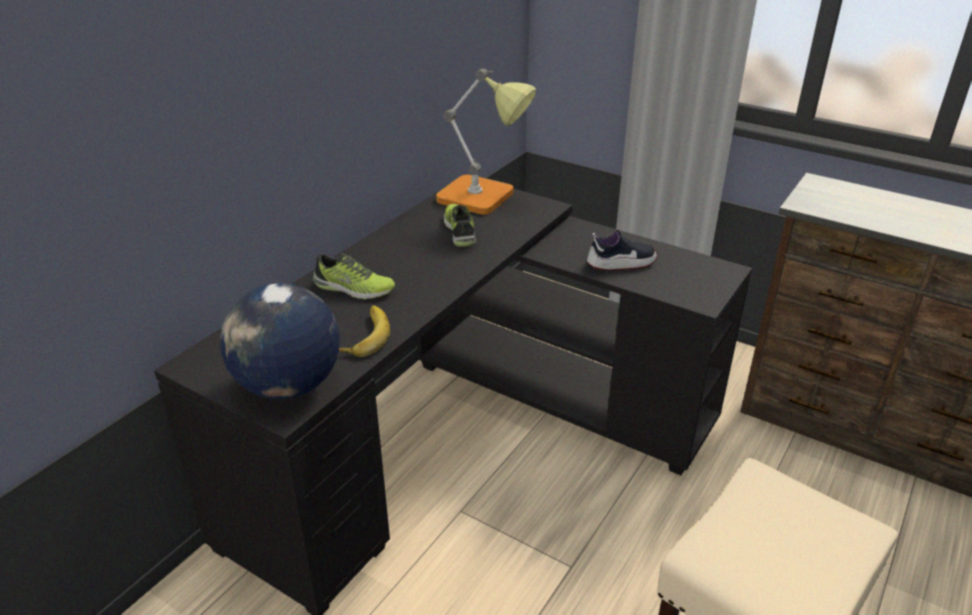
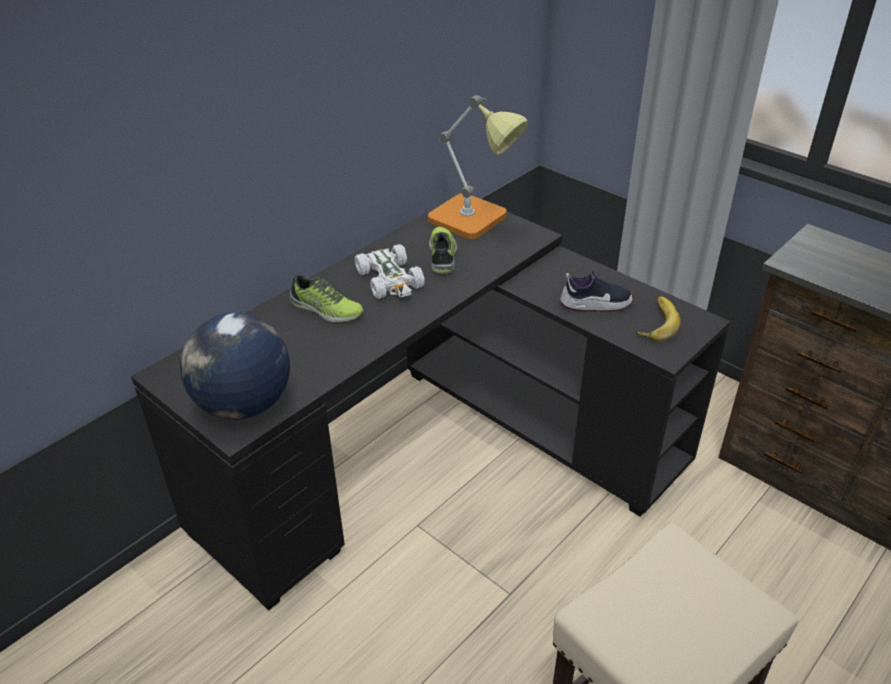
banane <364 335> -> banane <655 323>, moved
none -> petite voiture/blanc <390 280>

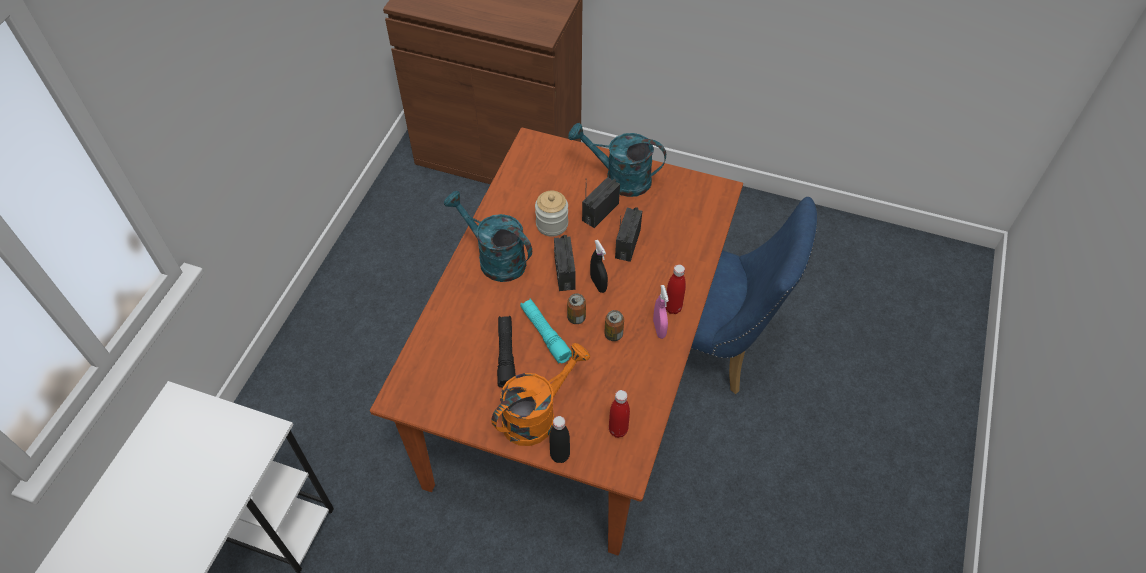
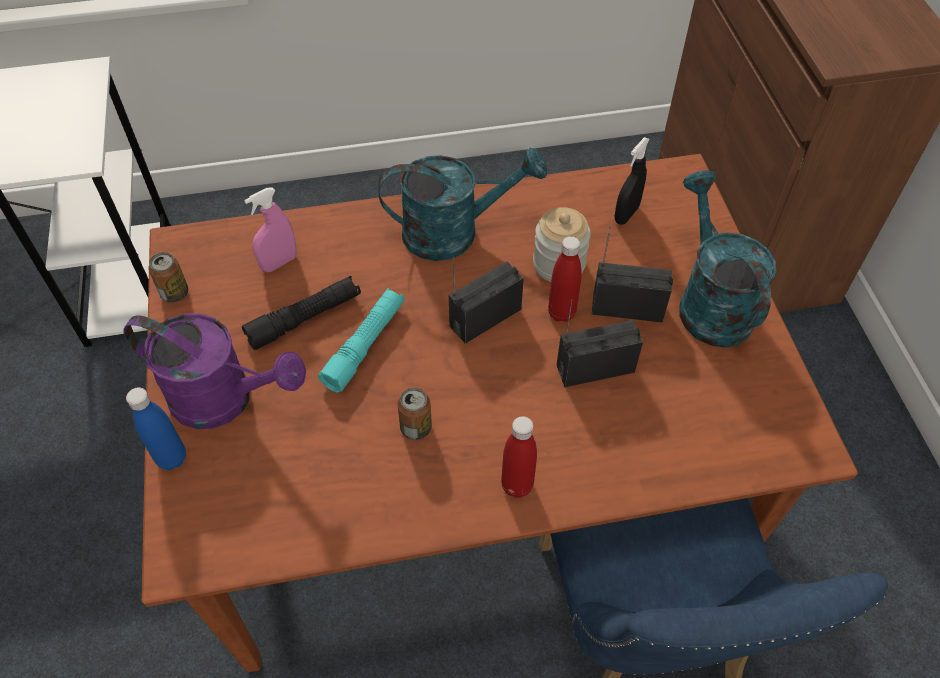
arrosoir/turquoise <494 258> -> arrosoir/turquoise <454 232>, 75 degrees clockwise
arrosoir/orange <536 415> -> arrosoir/violet <225 399>
bouteille/noir <560 455> -> bouteille/bleu <172 458>
boîte métallique <576 317> -> boîte métallique <175 293>, moved
vaporisateur/noir <598 284> -> vaporisateur/noir <626 214>, moved
bouteille/rouge <618 430> -> bouteille/rouge <561 313>, moved
vaporisateur/rose <659 329> -> vaporisateur/rose <279 263>, moved

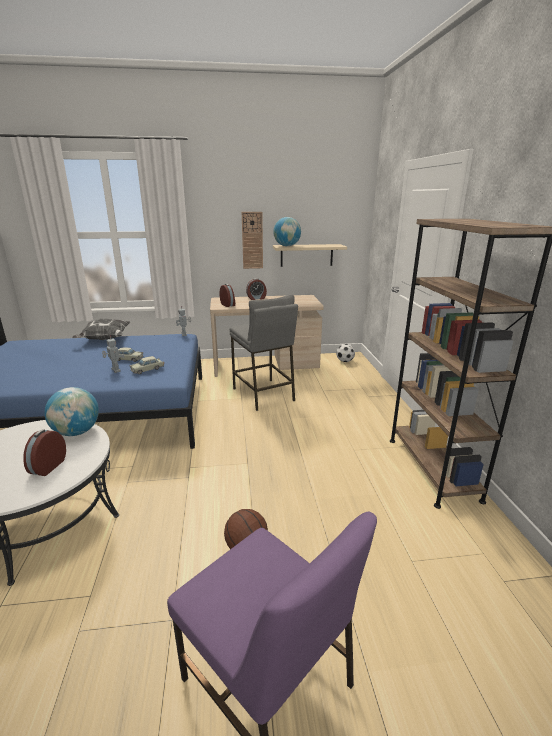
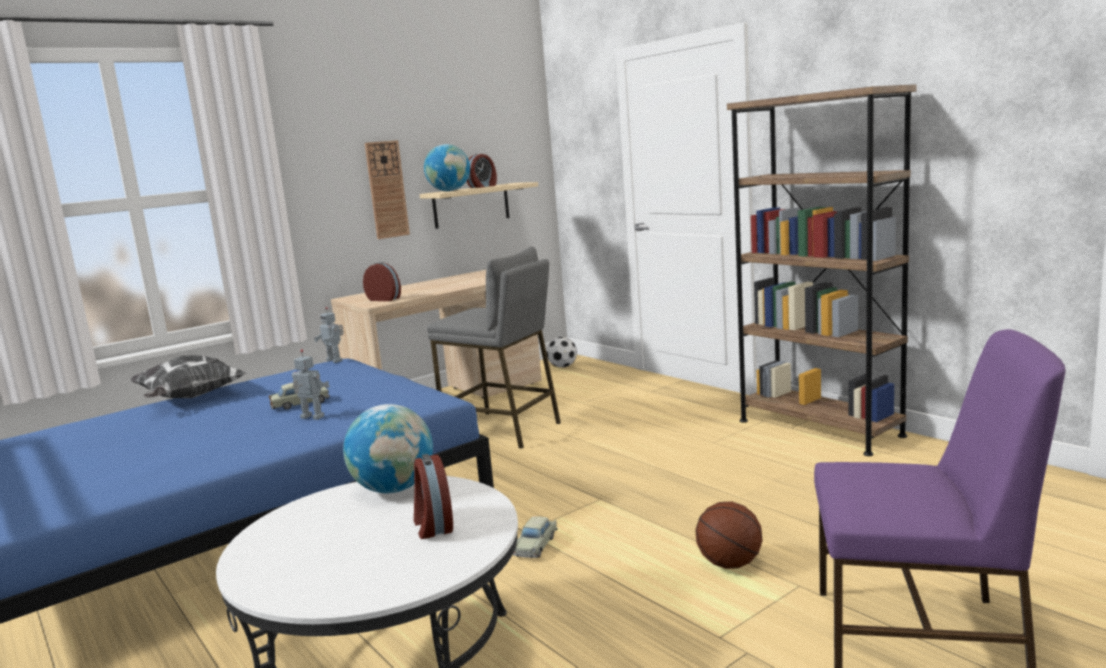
petite voiture/beige <147 369> -> petite voiture/beige <536 545>, moved
réveil <256 298> -> réveil <483 186>, moved

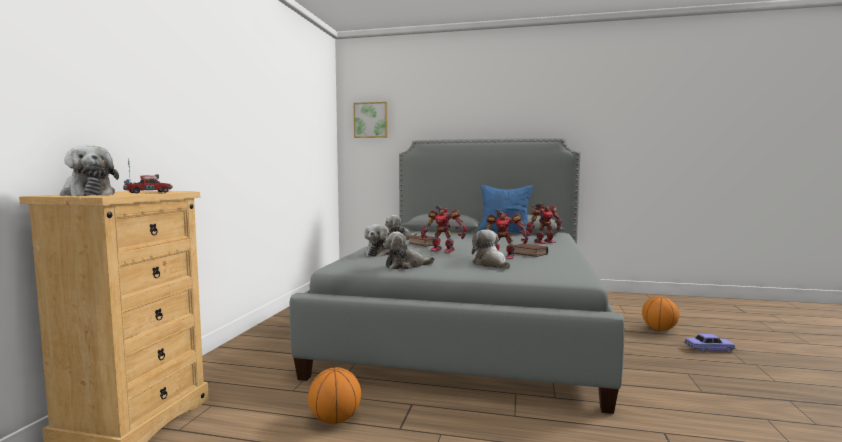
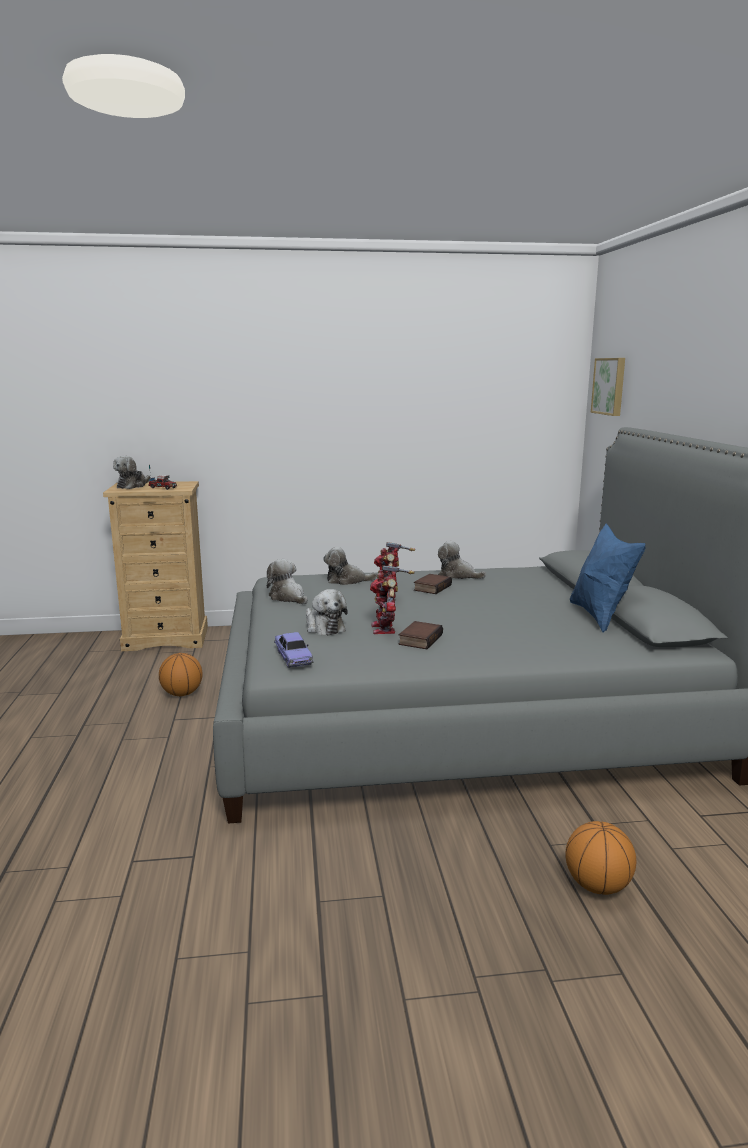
peluche <490 264> -> peluche <323 627>, 105 degrees clockwise
robot jouet <543 242> -> none
petite voiture <709 349> -> petite voiture <293 657>, moved

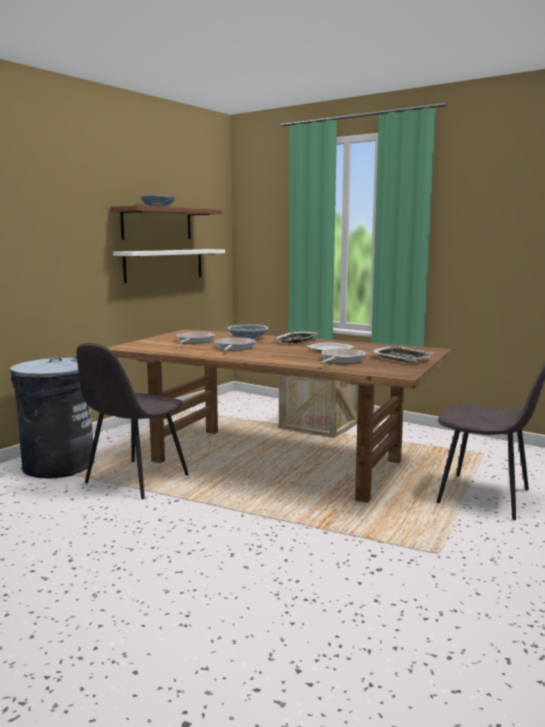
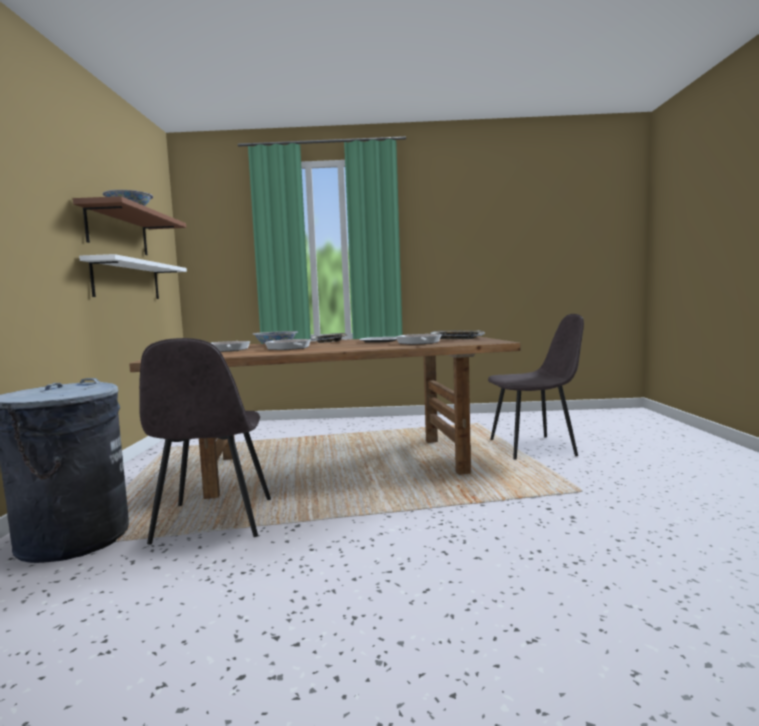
caisse <319 425> -> none

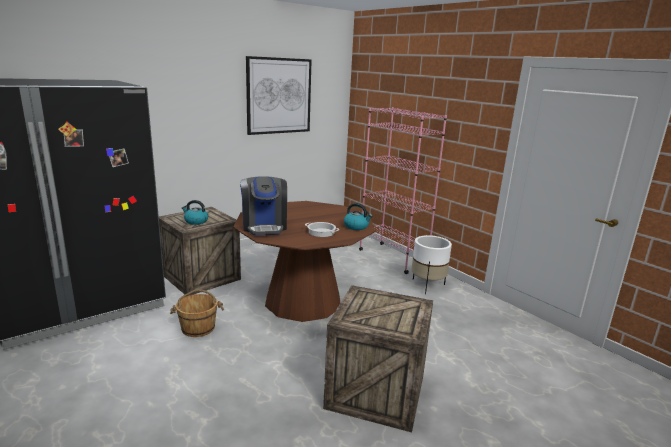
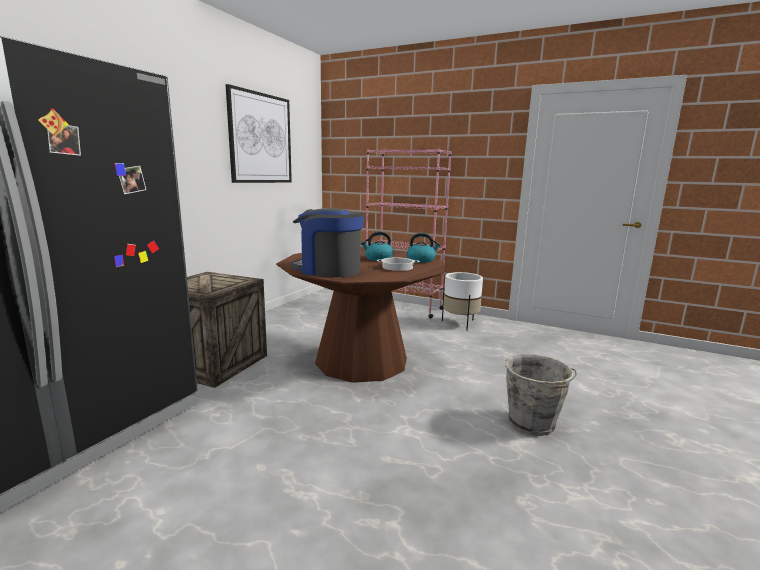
seau/marron <198 327> -> none
bouilloire <195 221> -> bouilloire <378 258>, moved
machine à café <264 226> -> machine à café <328 270>, 150 degrees clockwise
caisse <377 391> -> seau/gris <532 424>

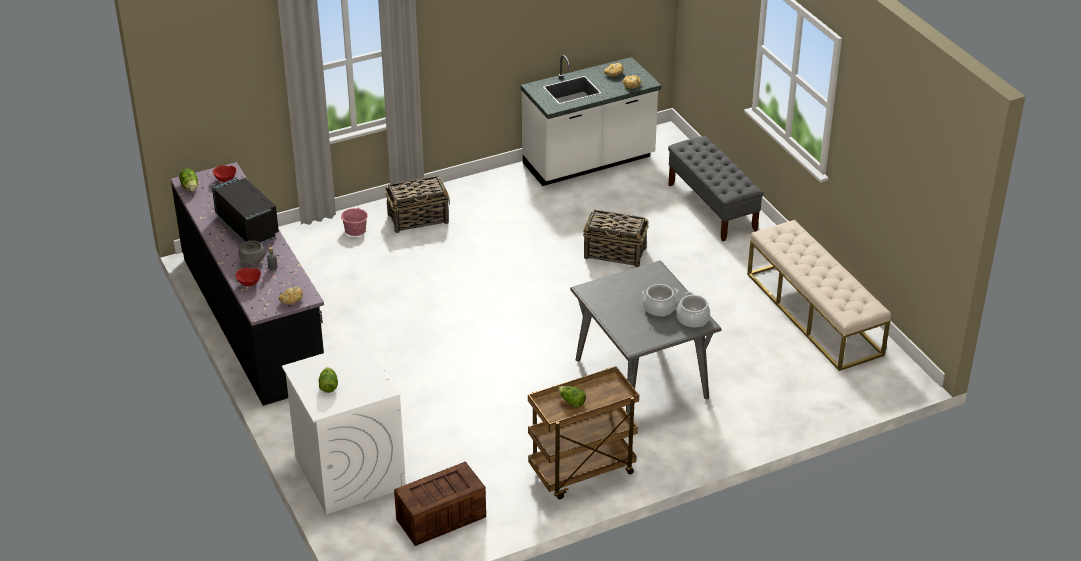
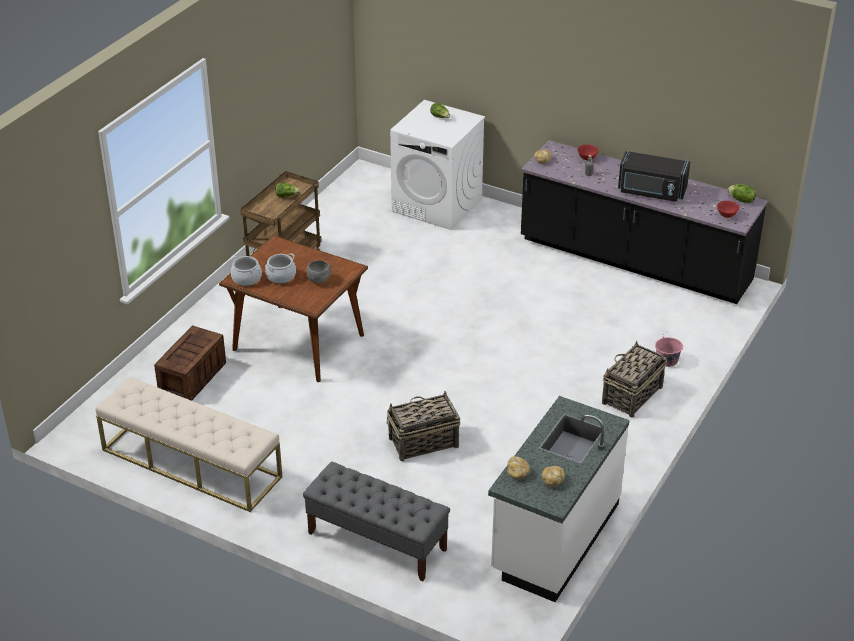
bol/gris <252 261> -> bol/gris <319 280>, moved
caisse <440 518> -> caisse <193 377>, moved
table à manger/gris <641 379> -> table à manger/marron <298 342>

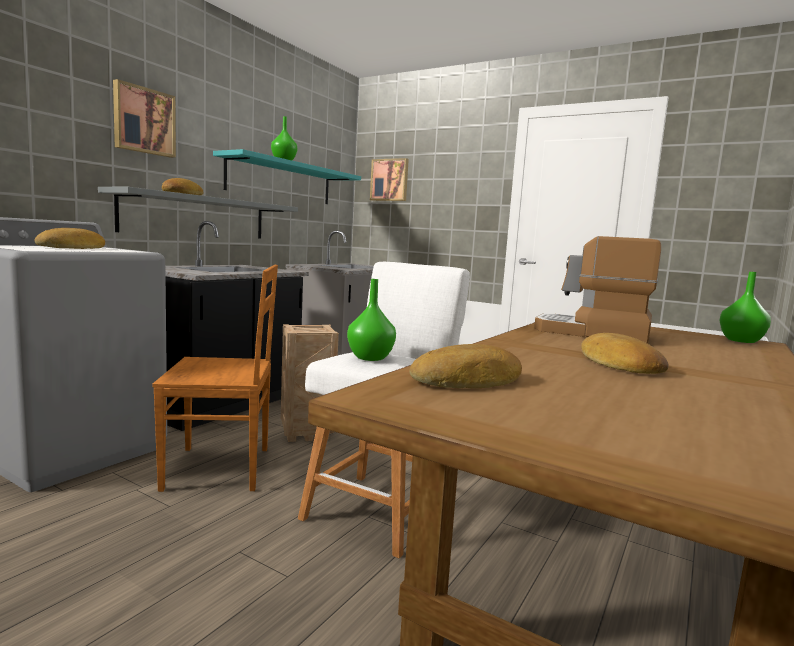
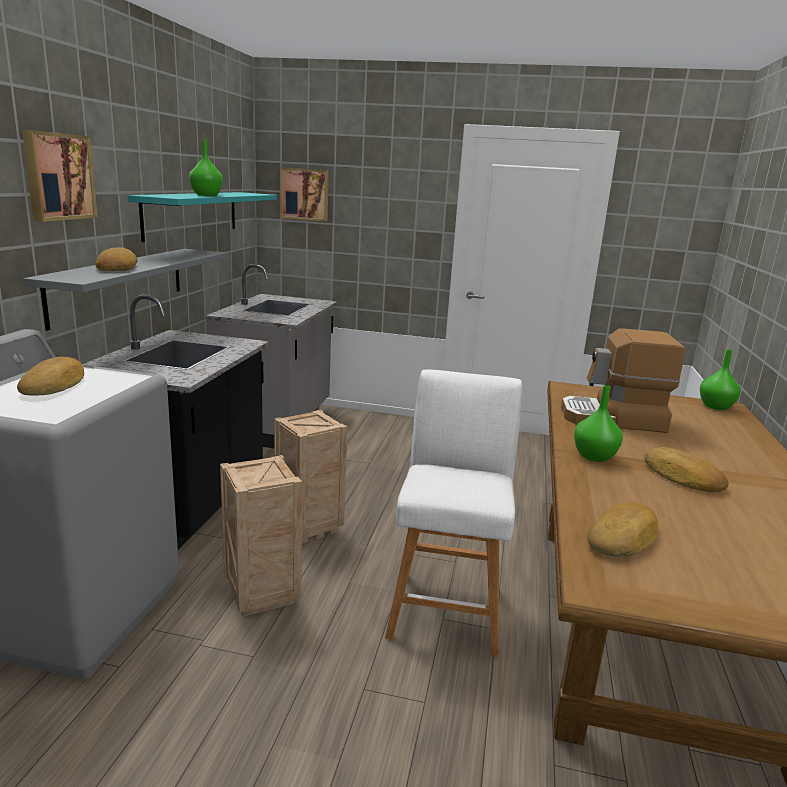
chaise/marron <222 468> -> caisse <263 595>
vase/vert <370 357> -> vase/vert <593 456>, moved

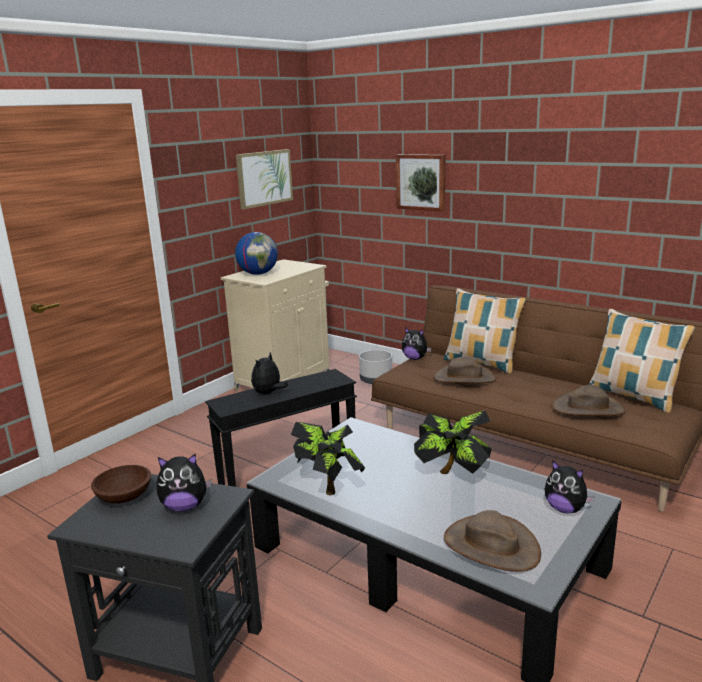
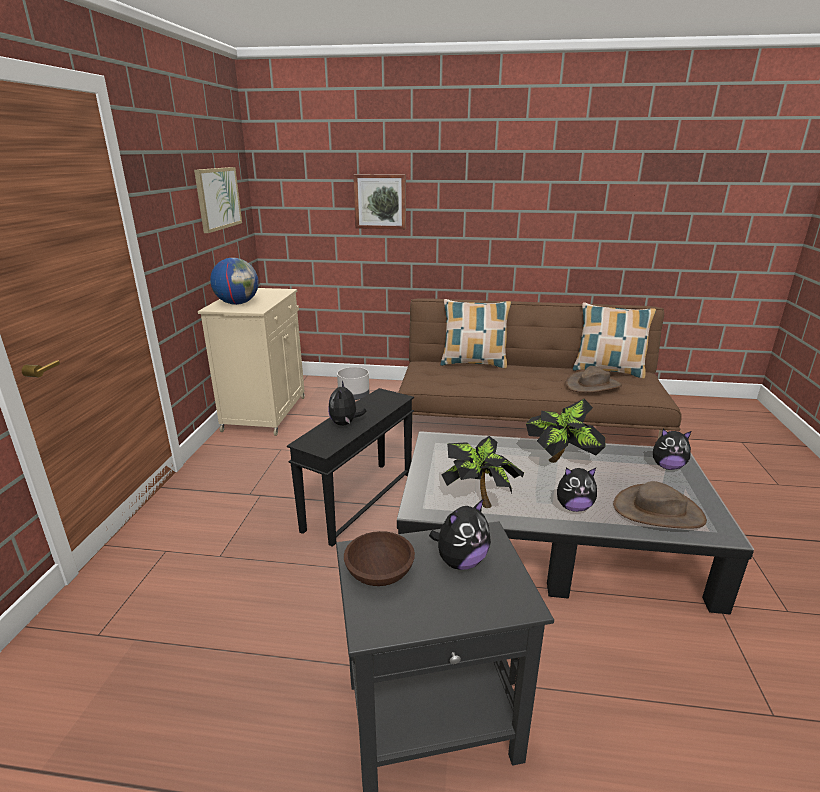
peluche <415 358> -> peluche <573 507>, moved
chapeau/marron <464 378> -> none

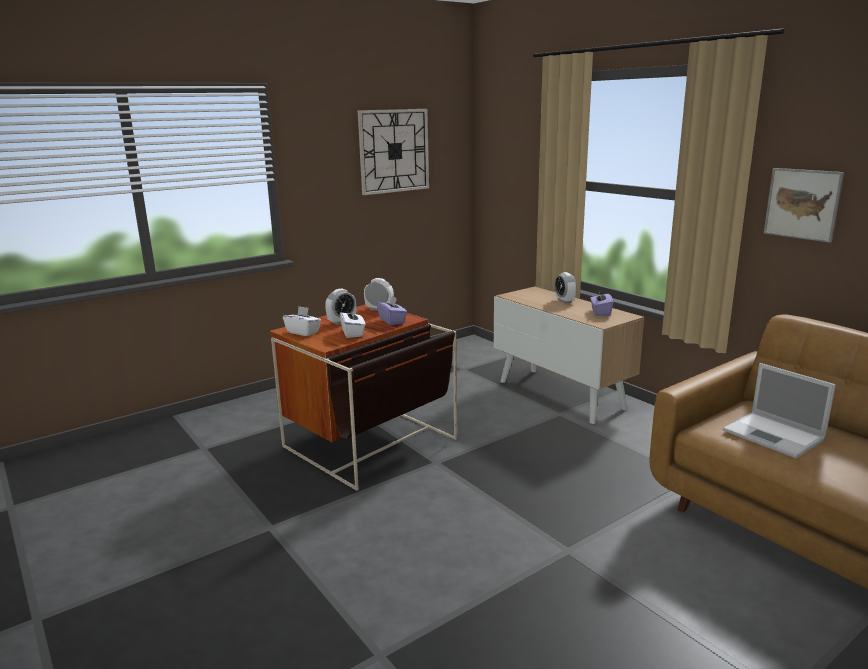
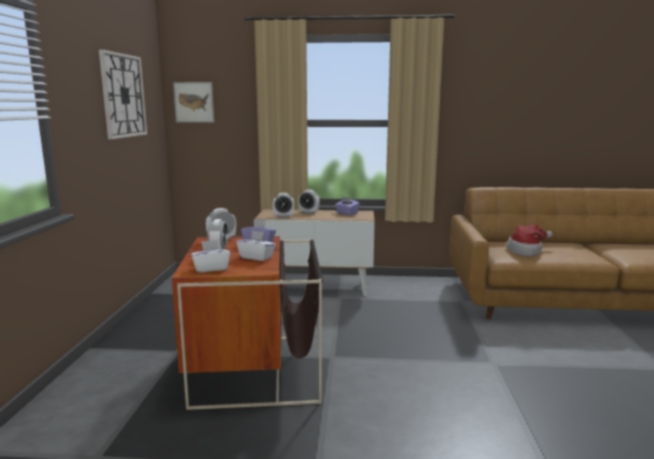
ordinateur portable <775 435> -> chapeau <527 250>
tableau <802 204> -> tableau <194 102>, moved
none -> réveil <283 216>

